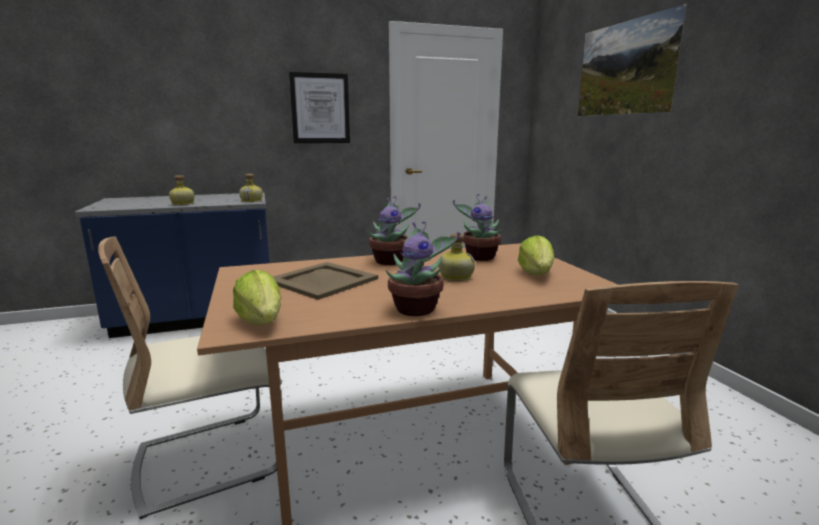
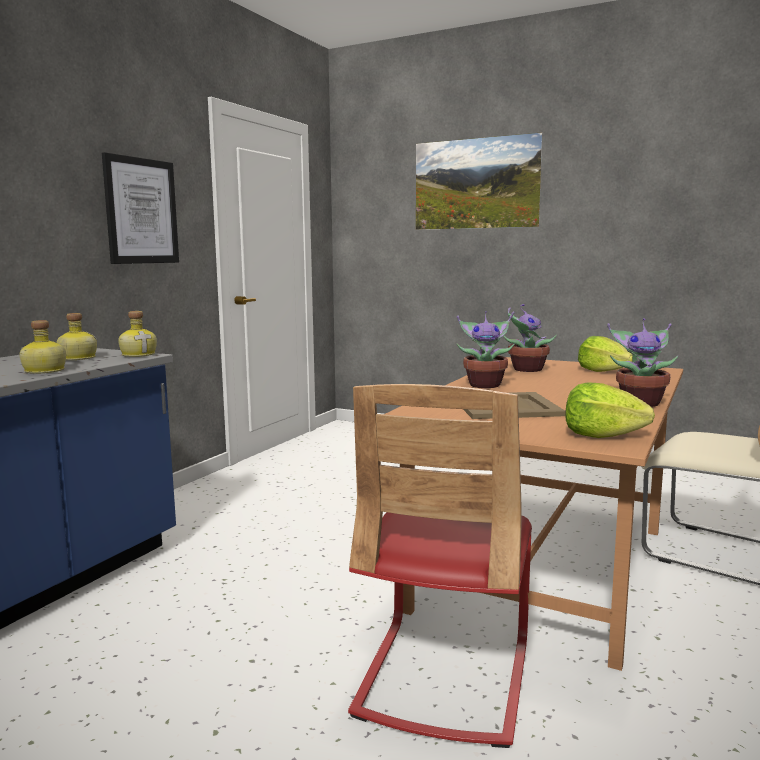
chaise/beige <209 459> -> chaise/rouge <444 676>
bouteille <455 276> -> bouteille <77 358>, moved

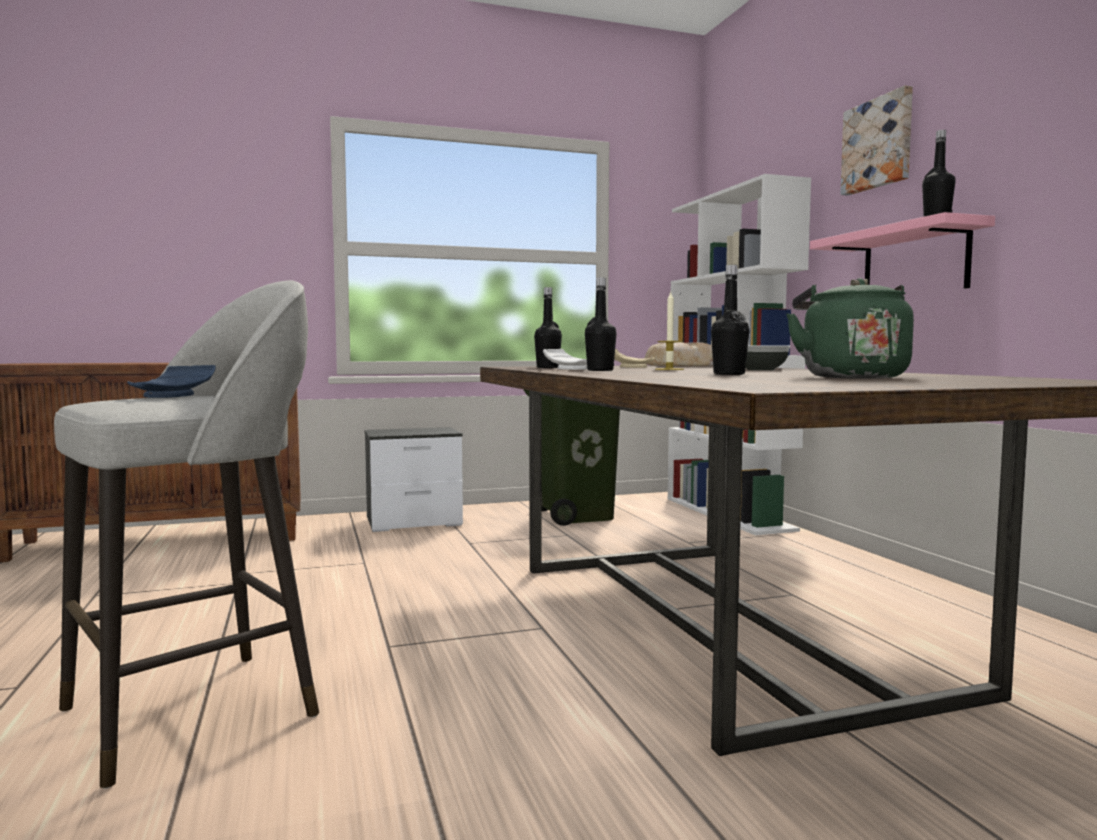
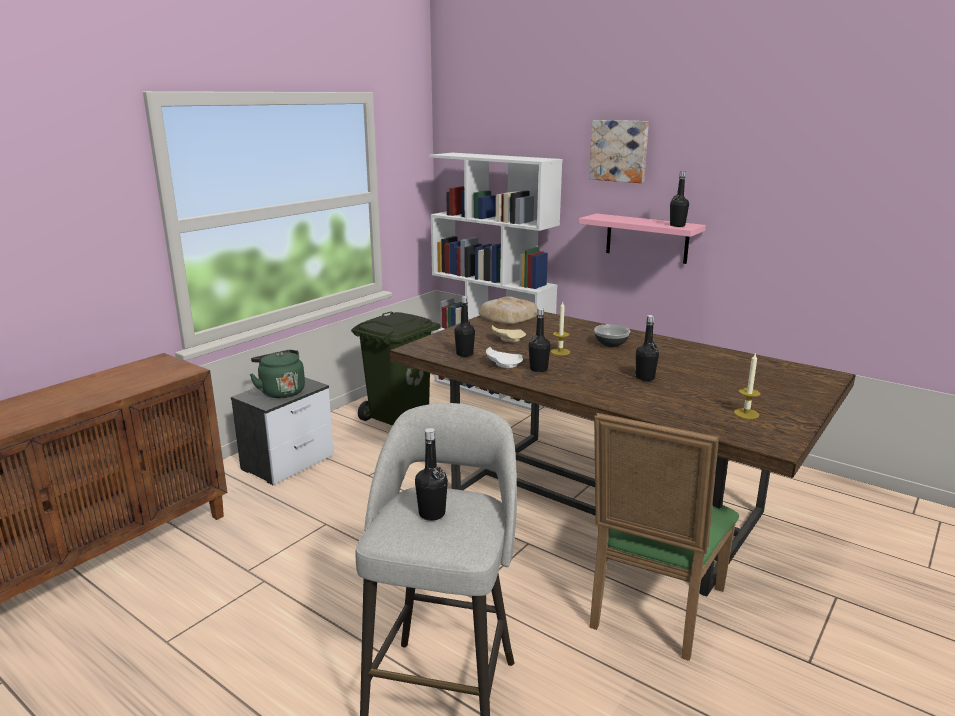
assiette/bleu <175 396> -> bouteille/noir <432 514>
bouilloire/vert <850 377> -> bouilloire/vert <281 391>, moved
none -> chaise/vert <651 610>
none -> bougie <746 413>

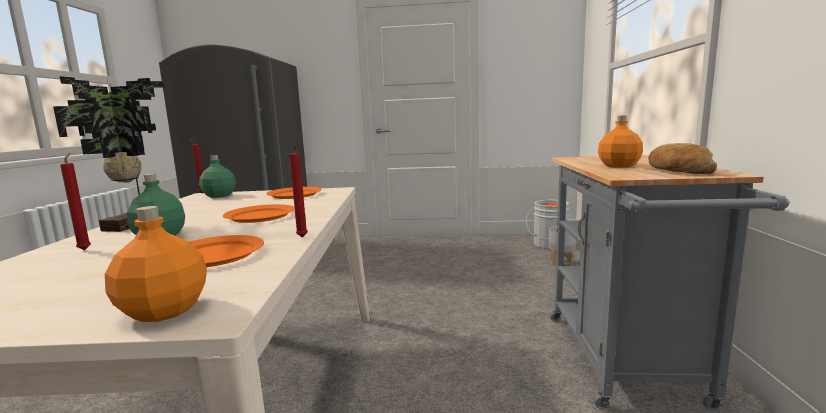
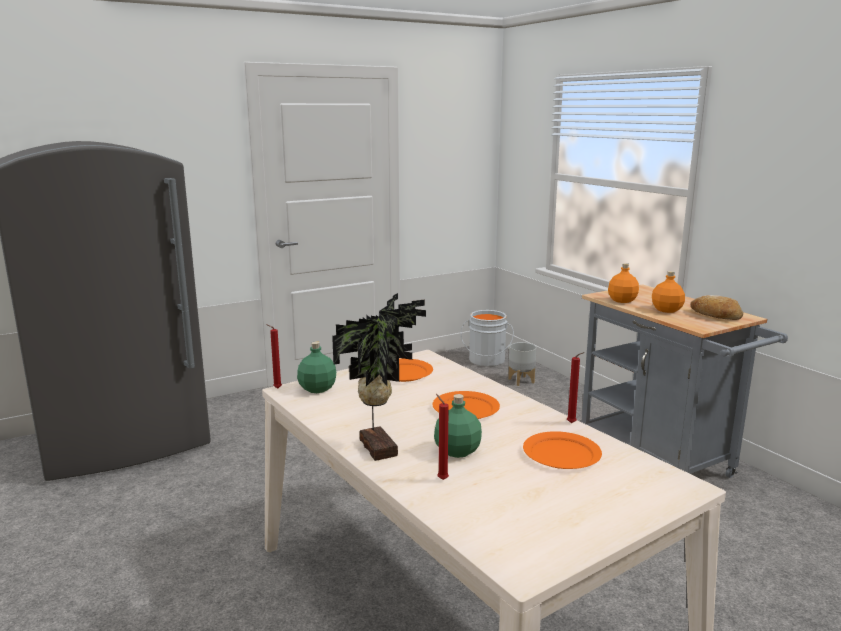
bouteille/orange <165 310> -> bouteille/orange <621 300>, moved

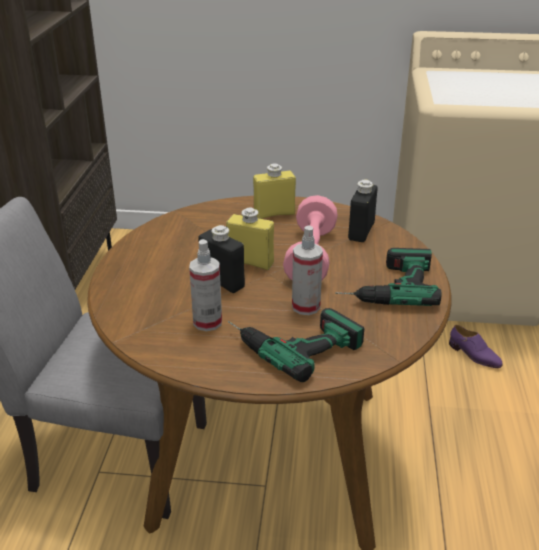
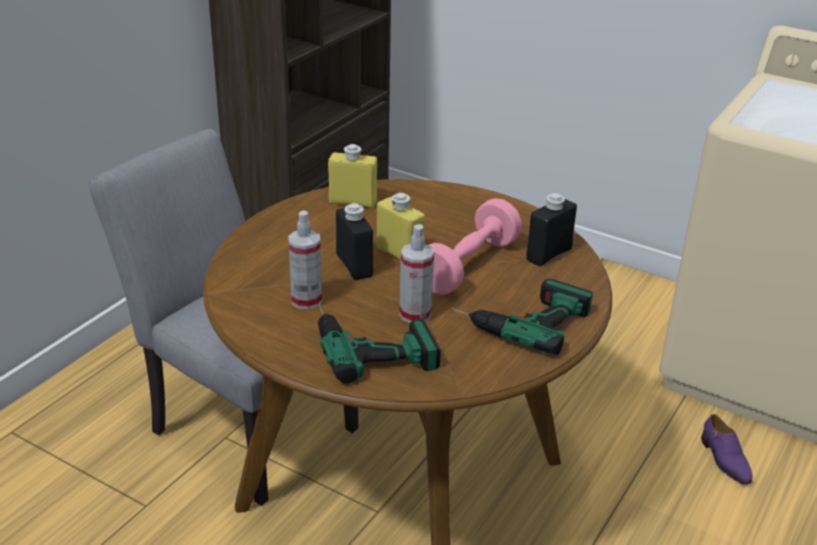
bouteille/jaune <274 214> -> bouteille/jaune <353 202>, moved

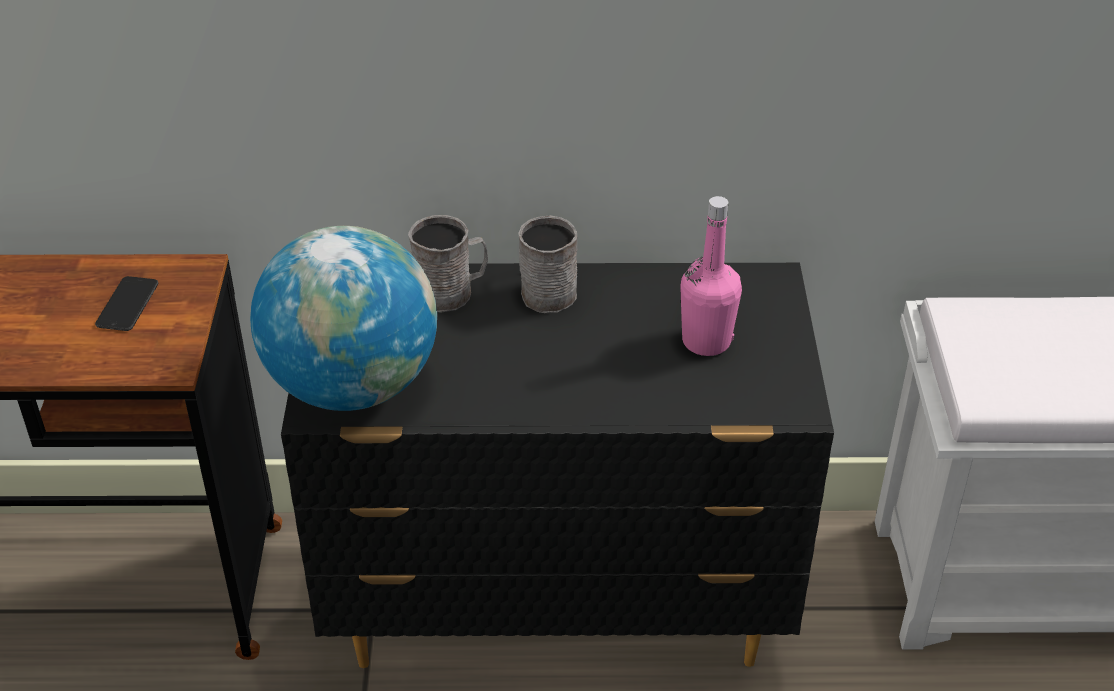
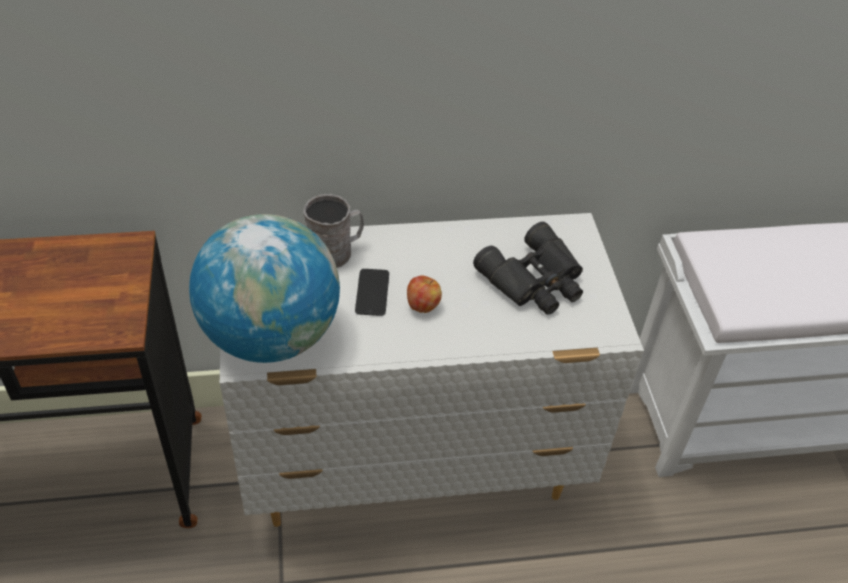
téléphone <127 305> -> téléphone <372 293>, moved
commode/noir <560 606> -> commode/blanc <415 464>
mug/gris <547 289> -> none
bouteille/rose <706 341> -> jumelles/noir <535 281>
none -> pomme <423 306>

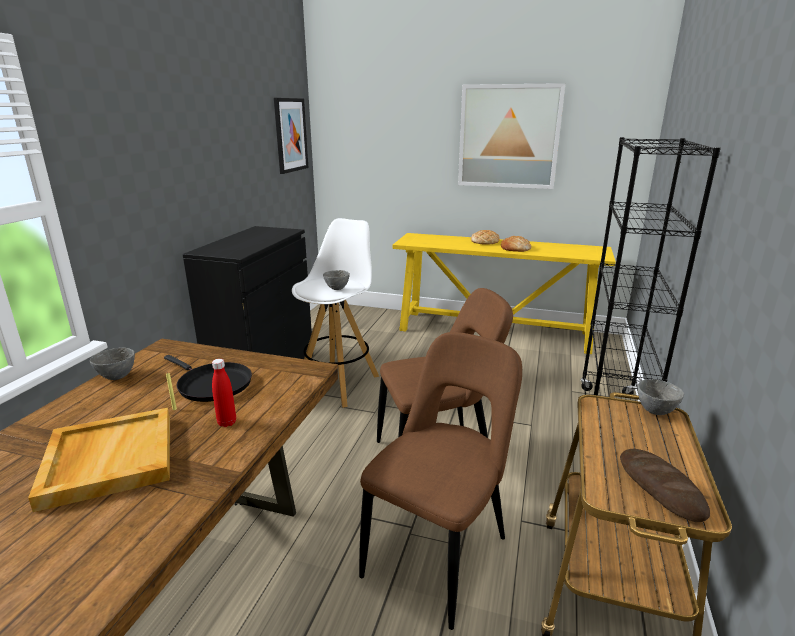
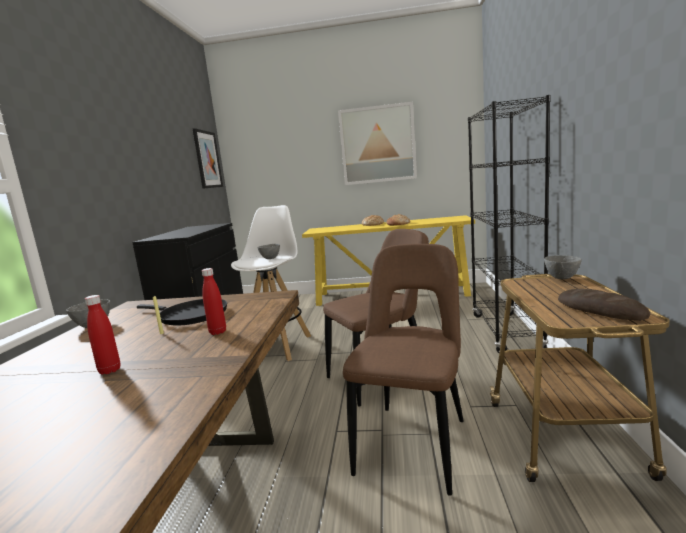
plateau/beige <109 459> -> bouteille/rouge <110 370>

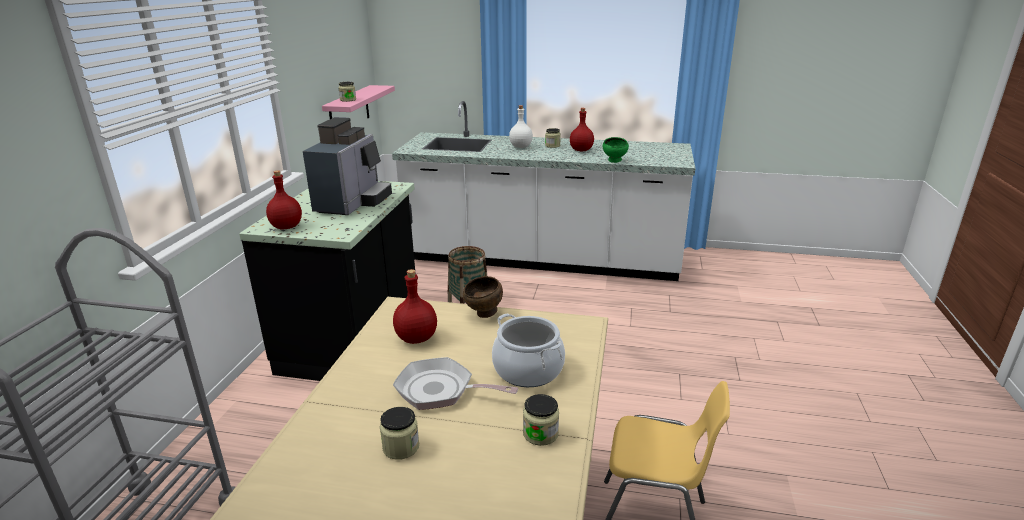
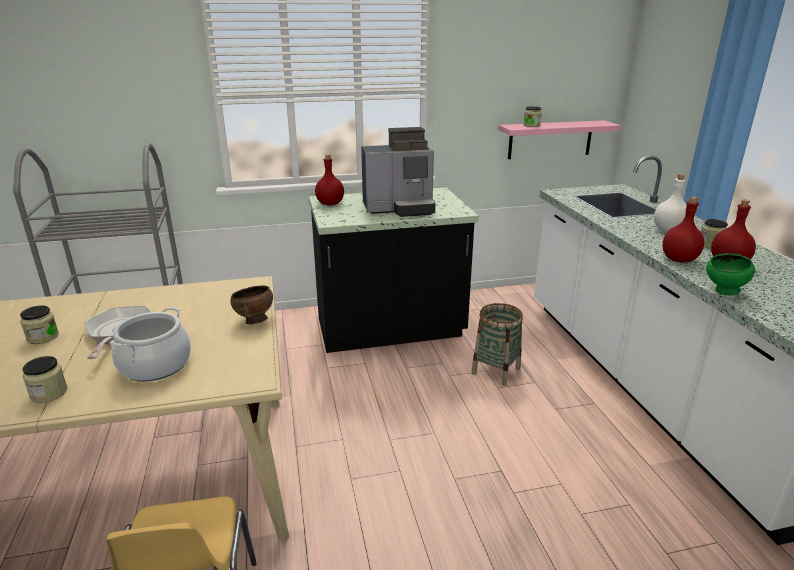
bouteille/rouge <417 338> -> bouteille/rouge <679 260>, moved

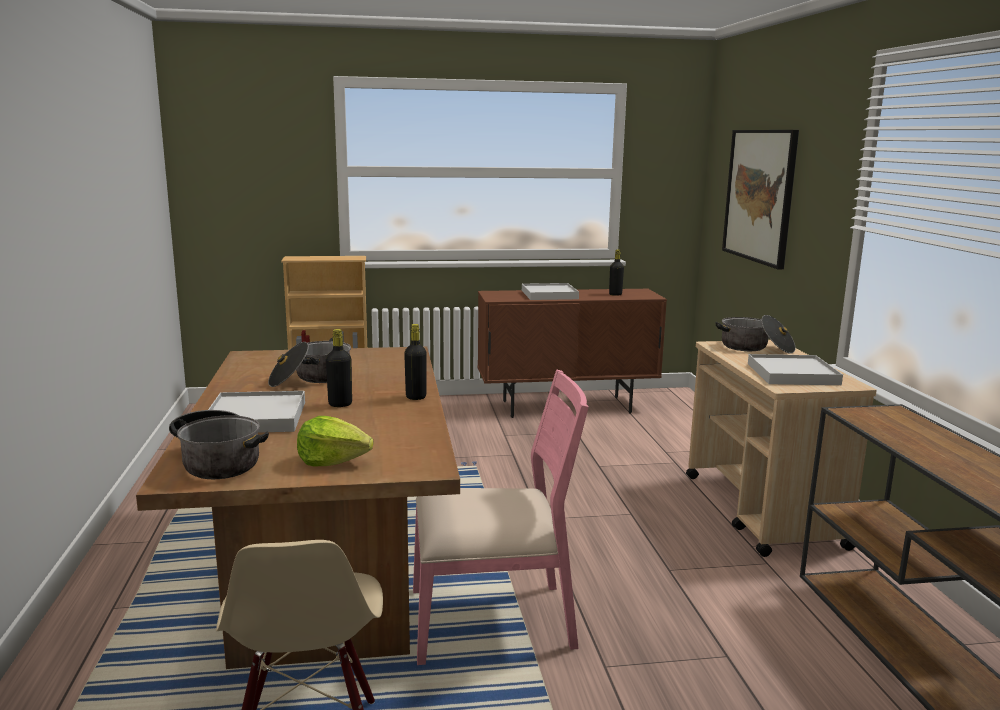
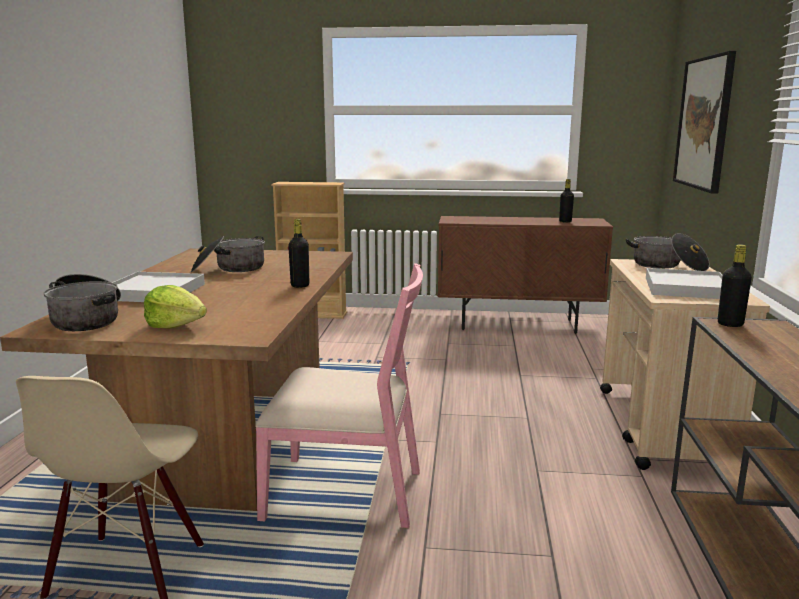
bouteille/noir <340 404> -> bouteille/noir <730 324>, moved
plateau/blanc <549 294> -> none

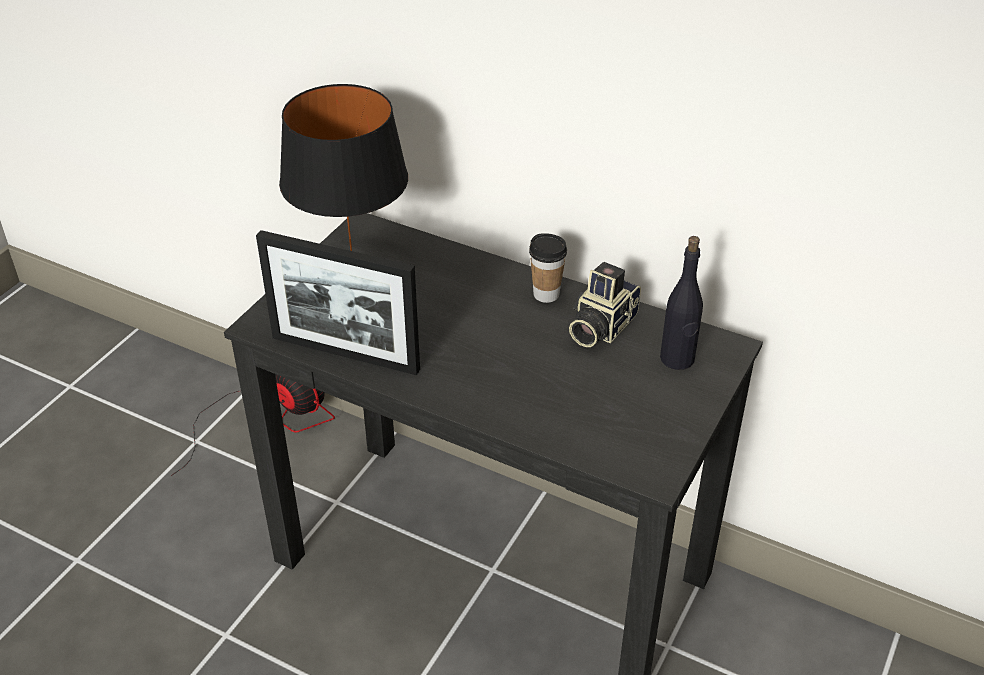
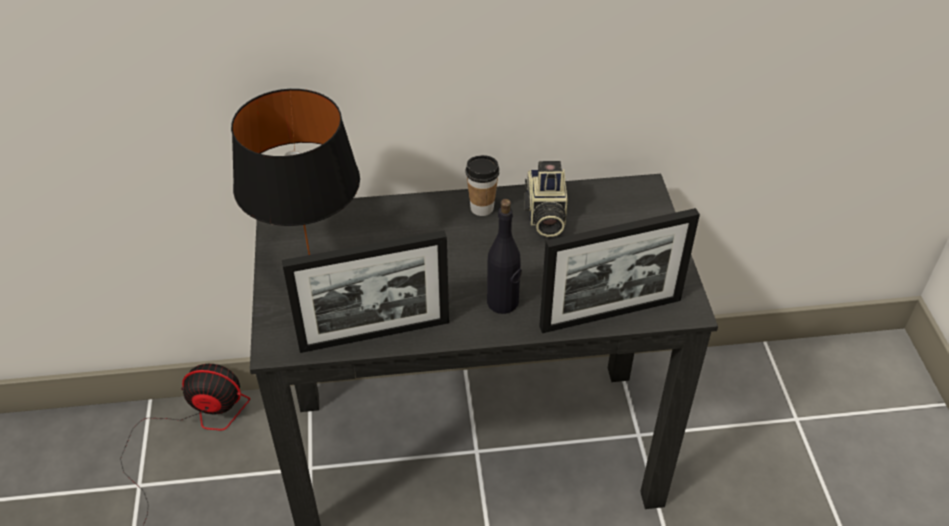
bouteille/noir <677 359> -> bouteille/noir <503 302>, moved
none -> cadre photo <610 313>

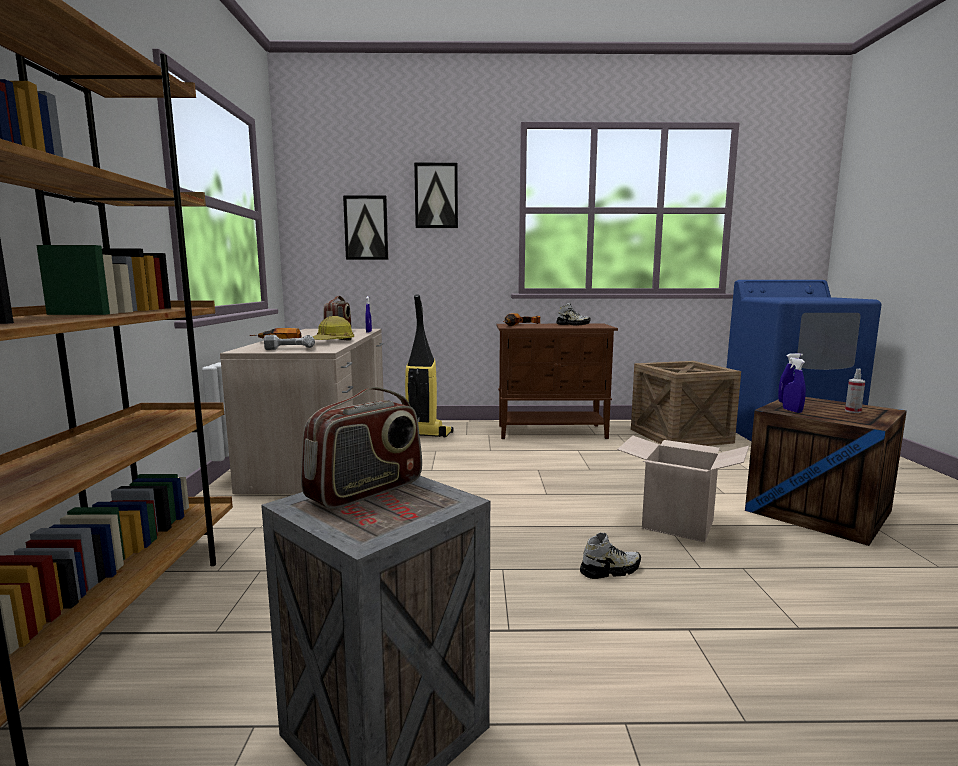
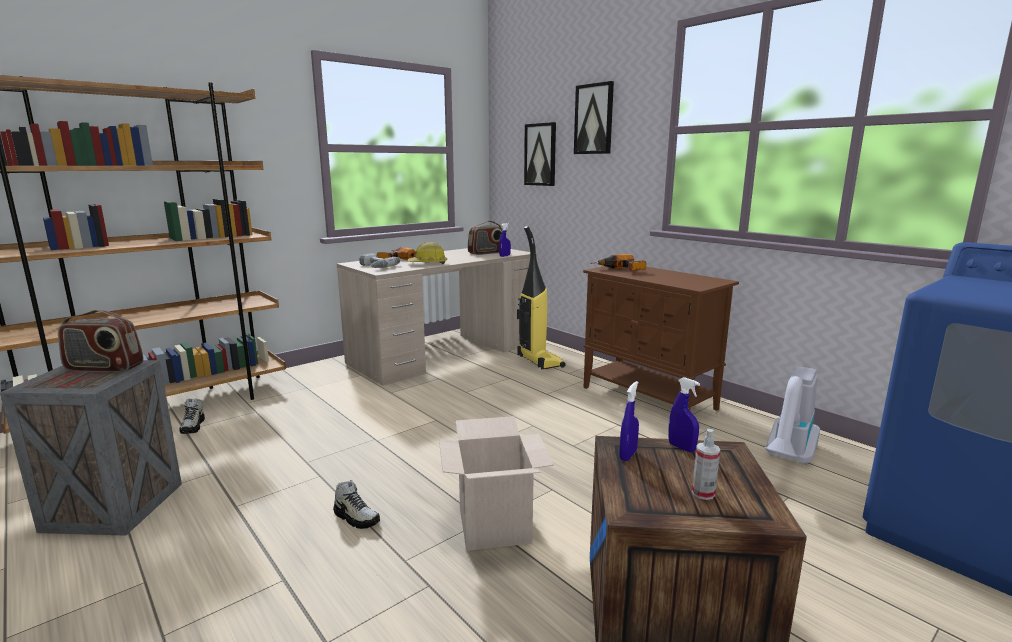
chaussure <573 324> -> chaussure <193 426>, moved
caisse <680 436> -> aspirateur <788 460>

